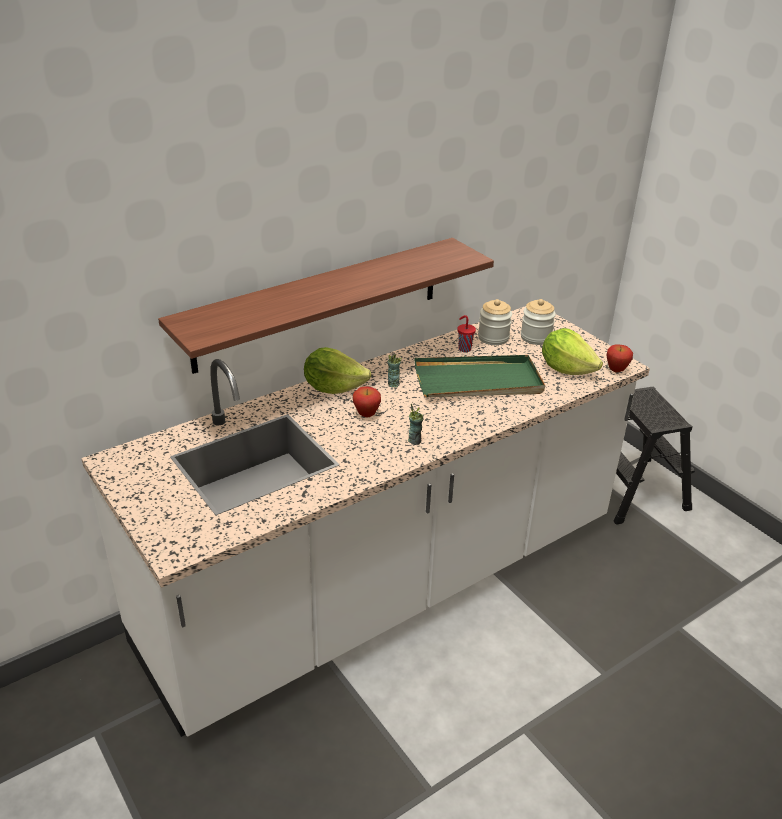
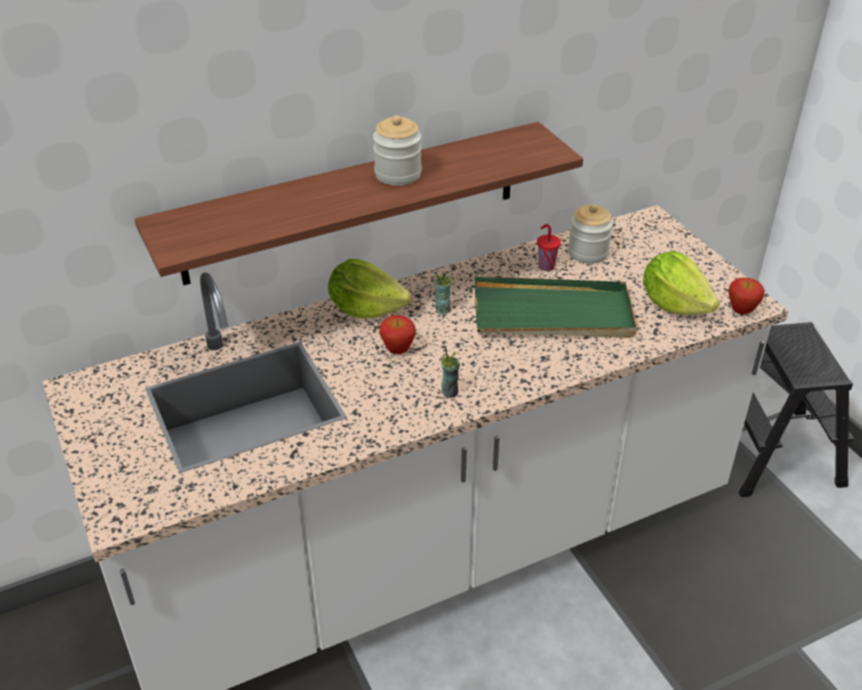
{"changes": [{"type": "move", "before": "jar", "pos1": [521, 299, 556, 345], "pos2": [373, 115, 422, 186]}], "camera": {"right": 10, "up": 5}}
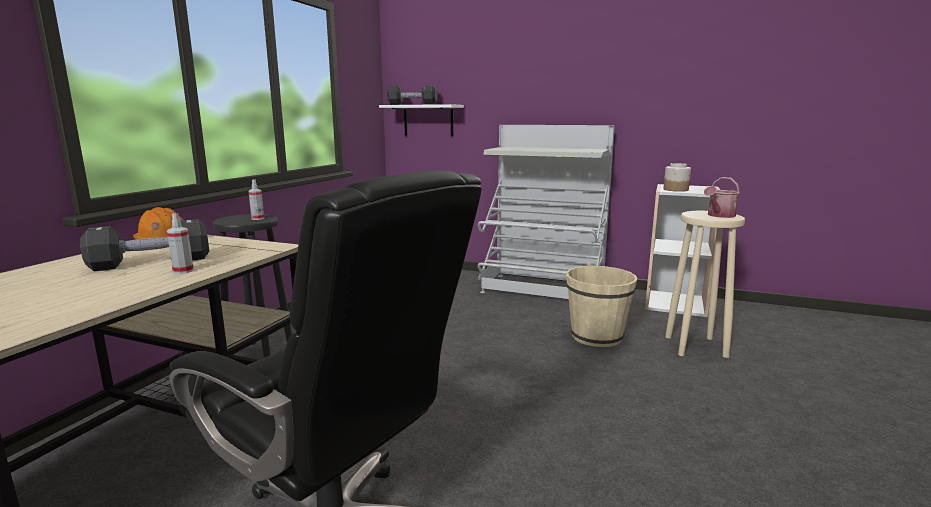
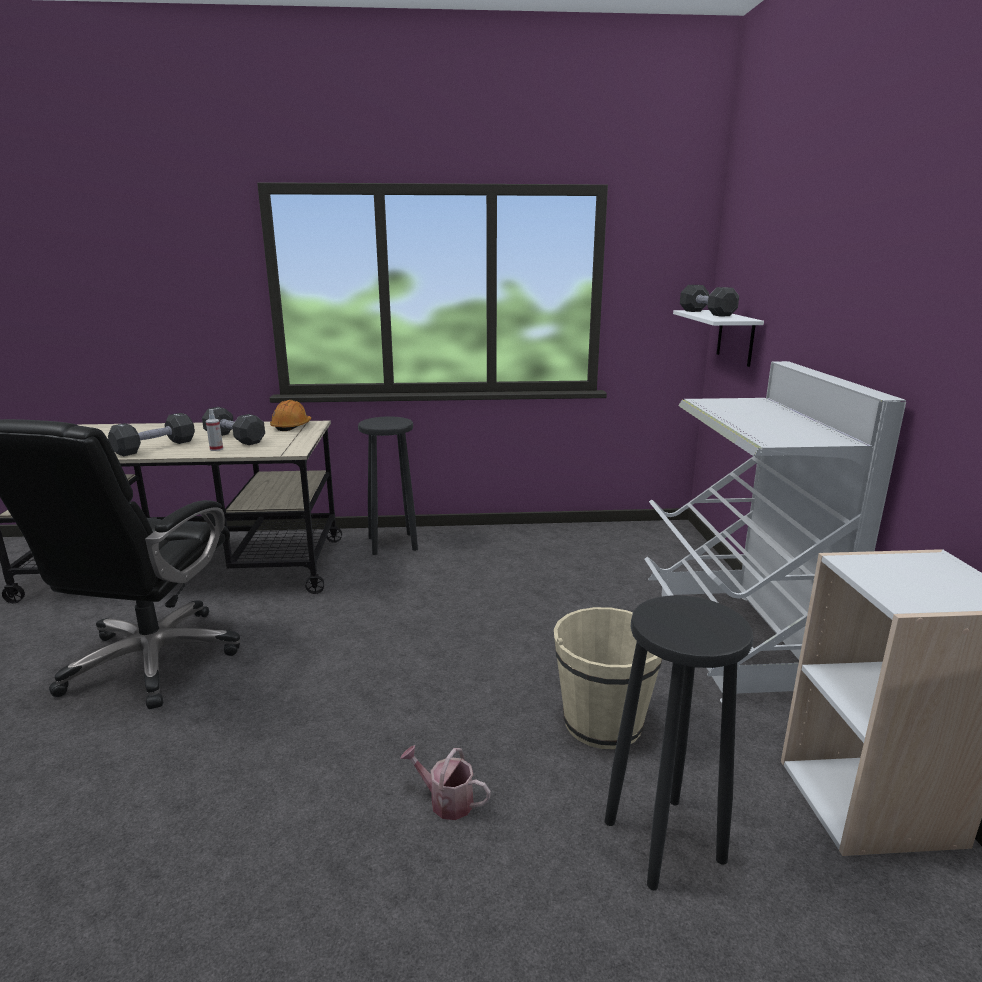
{"changes": [{"type": "delete", "before": "spray bottle", "pos1": [248, 179, 264, 220]}, {"type": "delete", "before": "jar", "pos1": [663, 163, 691, 192]}, {"type": "recolor", "before": "stool in beige", "after": "stool in black", "pos1": [665, 211, 745, 358], "pos2": [605, 595, 753, 890]}, {"type": "move", "before": "watering can", "pos1": [704, 177, 740, 218], "pos2": [400, 745, 491, 820]}, {"type": "insert", "after": "dumbbell in black", "pos2": [108, 413, 195, 456]}], "camera": {"right": 65, "up": 5}}
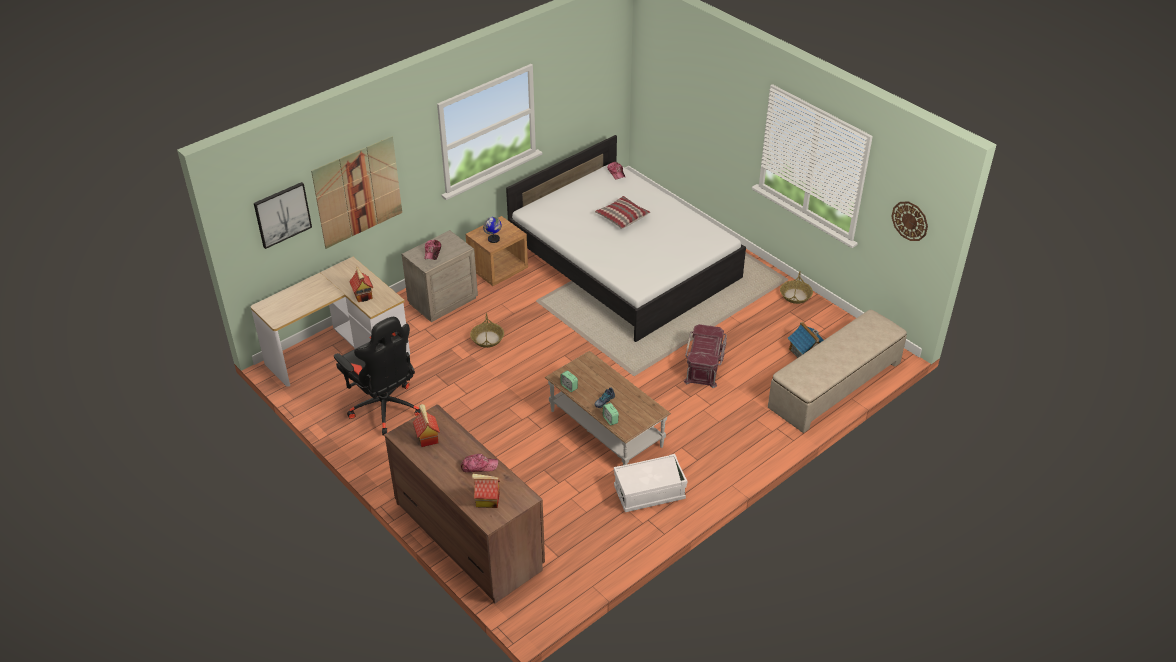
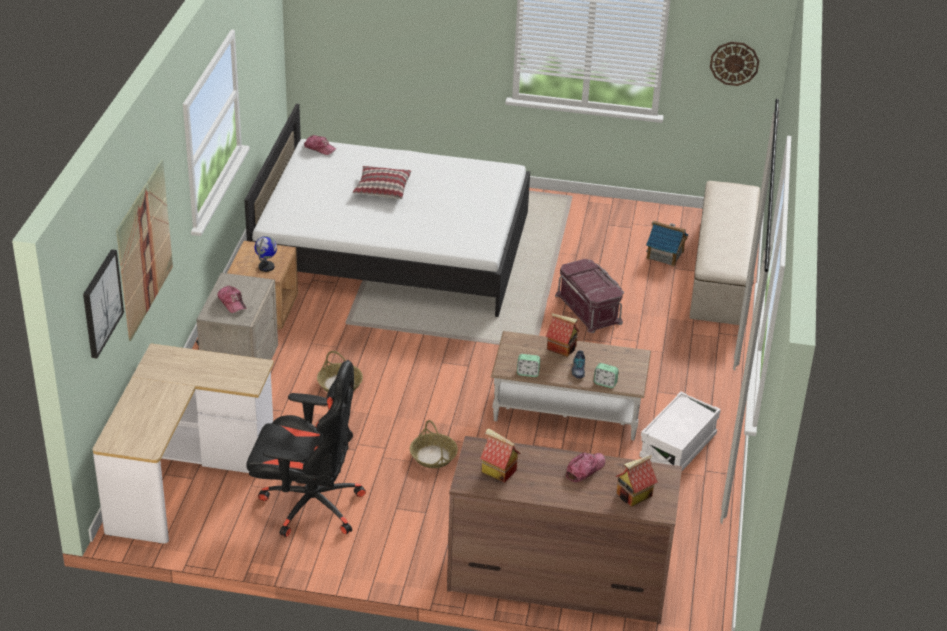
{"changes": [{"type": "move", "before": "toy house", "pos1": [349, 267, 373, 302], "pos2": [546, 313, 579, 357]}, {"type": "move", "before": "basket", "pos1": [780, 271, 813, 304], "pos2": [410, 420, 458, 468]}], "camera": {"right": -40, "up": -5}}
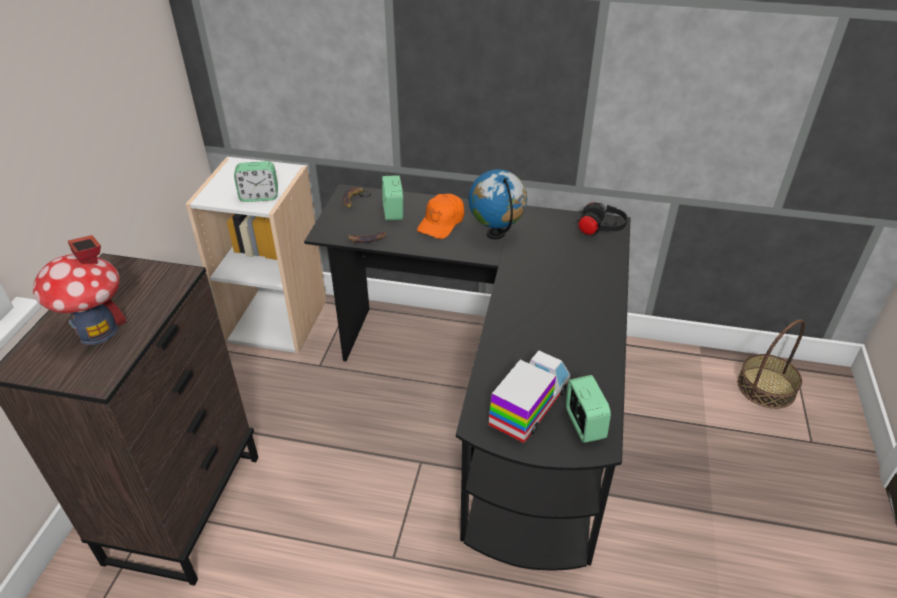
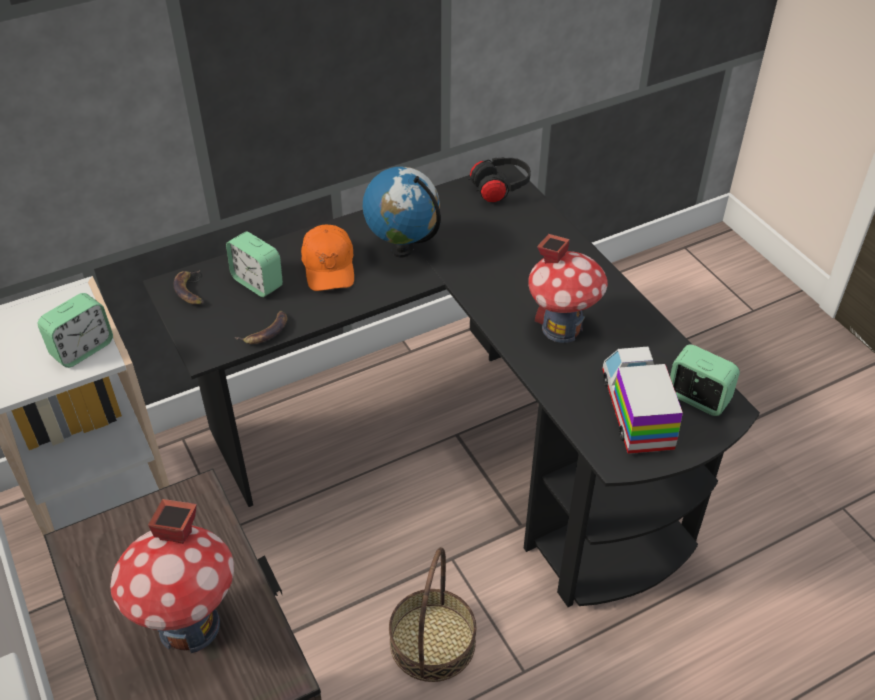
{"changes": [{"type": "move", "before": "basket", "pos1": [737, 319, 805, 409], "pos2": [389, 547, 476, 682]}, {"type": "insert", "after": "toy house", "pos2": [528, 234, 608, 343]}], "camera": {"right": -40, "up": 5}}
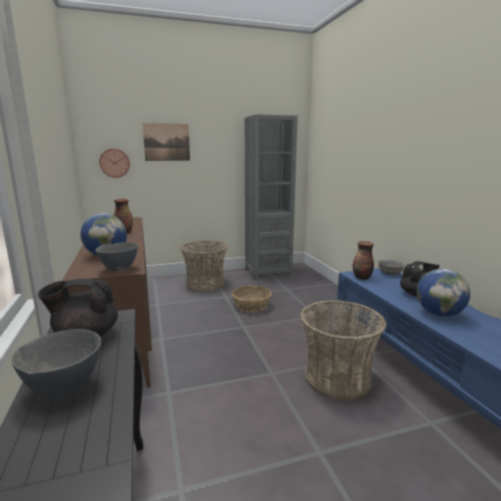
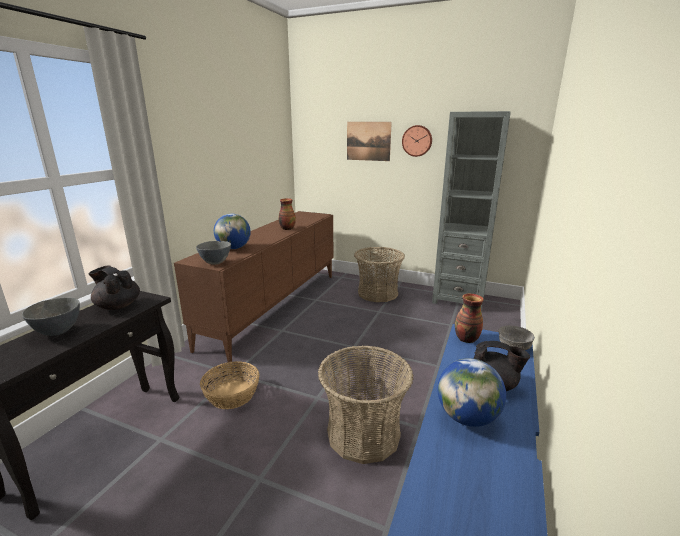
{"changes": [{"type": "move", "before": "wall clock", "pos1": [99, 149, 130, 178], "pos2": [402, 125, 432, 157]}, {"type": "move", "before": "basket", "pos1": [232, 285, 272, 312], "pos2": [200, 361, 259, 409]}], "camera": {"right": 40, "up": 5}}
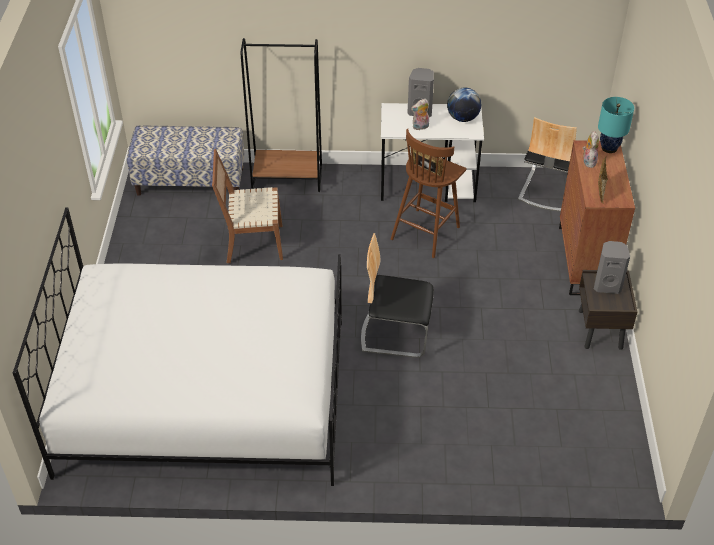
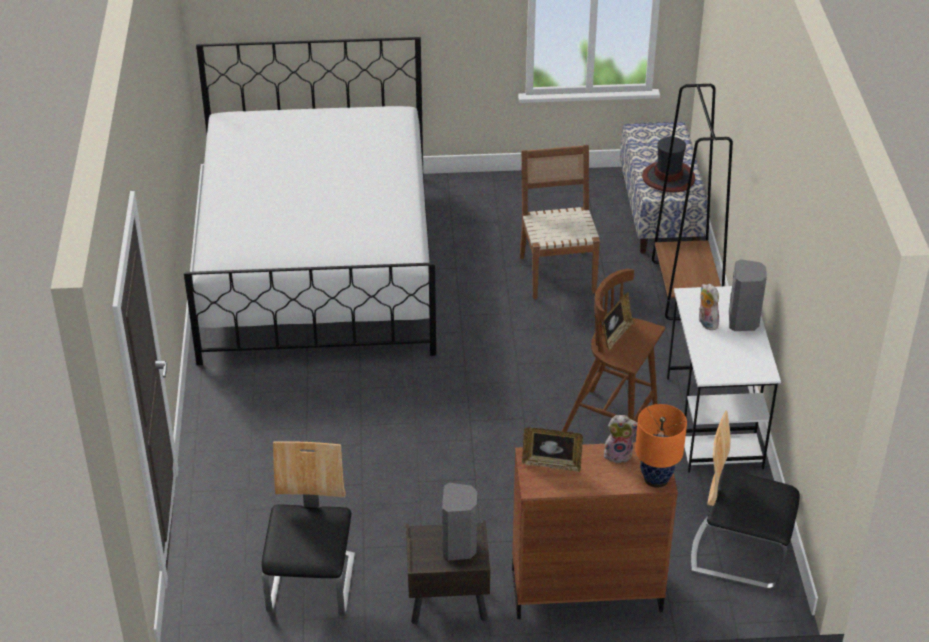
{"changes": [{"type": "move", "before": "chair", "pos1": [361, 233, 434, 358], "pos2": [262, 441, 355, 616]}, {"type": "delete", "before": "globe", "pos1": [447, 88, 481, 122]}, {"type": "recolor", "before": "table lamp in turquoise", "after": "table lamp in orange", "pos1": [598, 97, 634, 153], "pos2": [635, 404, 687, 487]}, {"type": "insert", "after": "hat", "pos2": [642, 137, 695, 192]}], "camera": {"right": 85, "up": -5}}
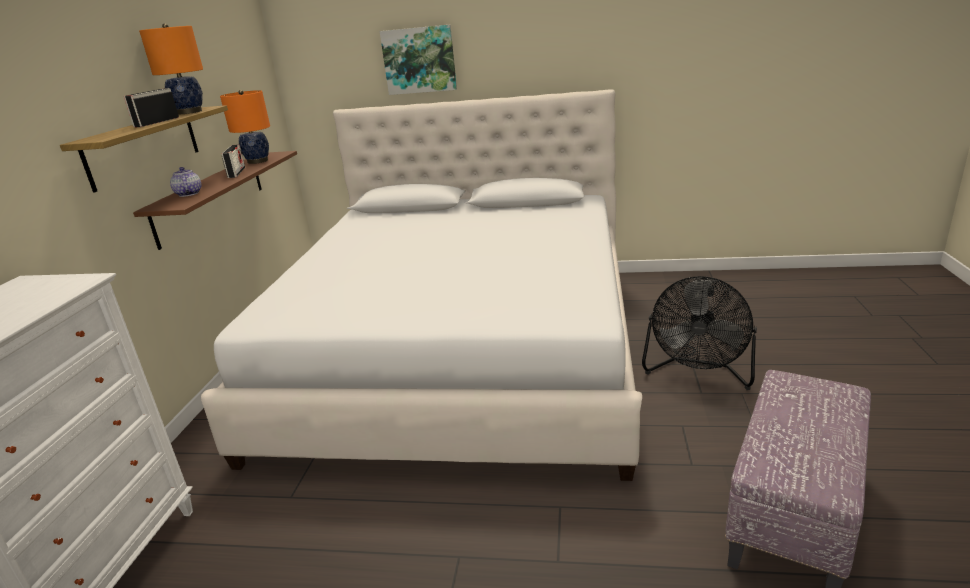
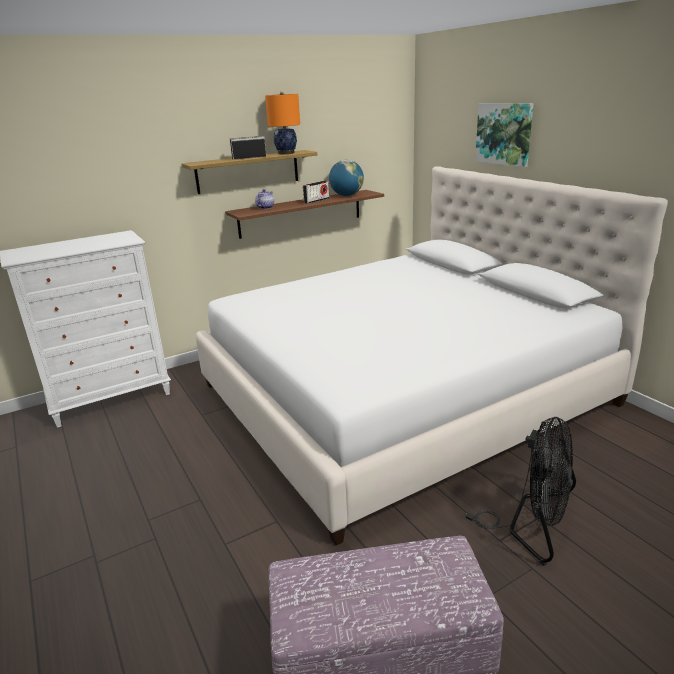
{"changes": [{"type": "replace", "before": "table lamp in orange", "after": "globe", "pos1": [220, 90, 270, 164], "pos2": [329, 160, 364, 196]}, {"type": "rotate", "before": "fan in black", "pos1": [642, 276, 757, 390], "pos2": [466, 417, 576, 566], "turn": -135}], "camera": {"right": 50, "up": 0}}
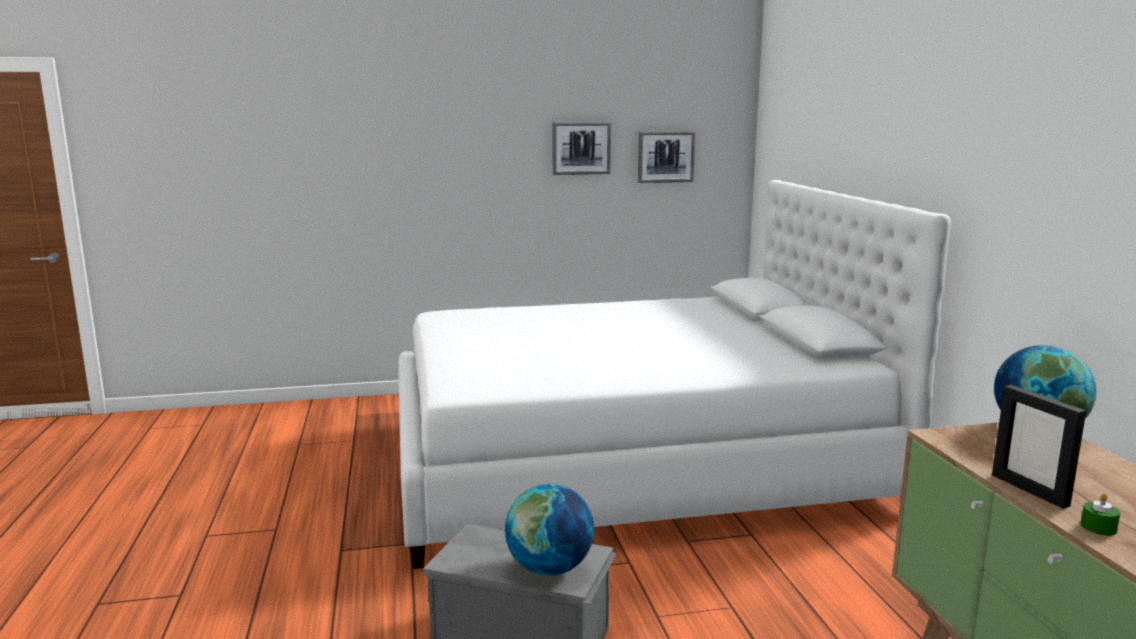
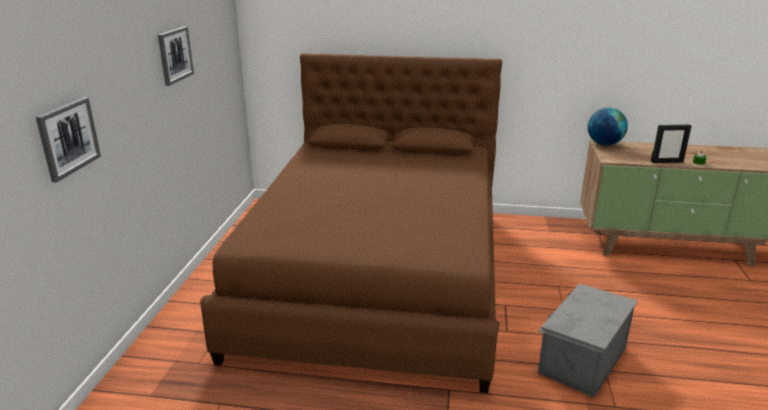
{"changes": [{"type": "recolor", "before": "bed in white", "after": "bed in brown", "pos1": [398, 180, 951, 569], "pos2": [200, 53, 502, 393]}, {"type": "delete", "before": "globe", "pos1": [505, 484, 594, 576]}, {"type": "move", "before": "picture", "pos1": [638, 131, 695, 183], "pos2": [36, 97, 101, 182]}], "camera": {"right": -70, "up": 10}}
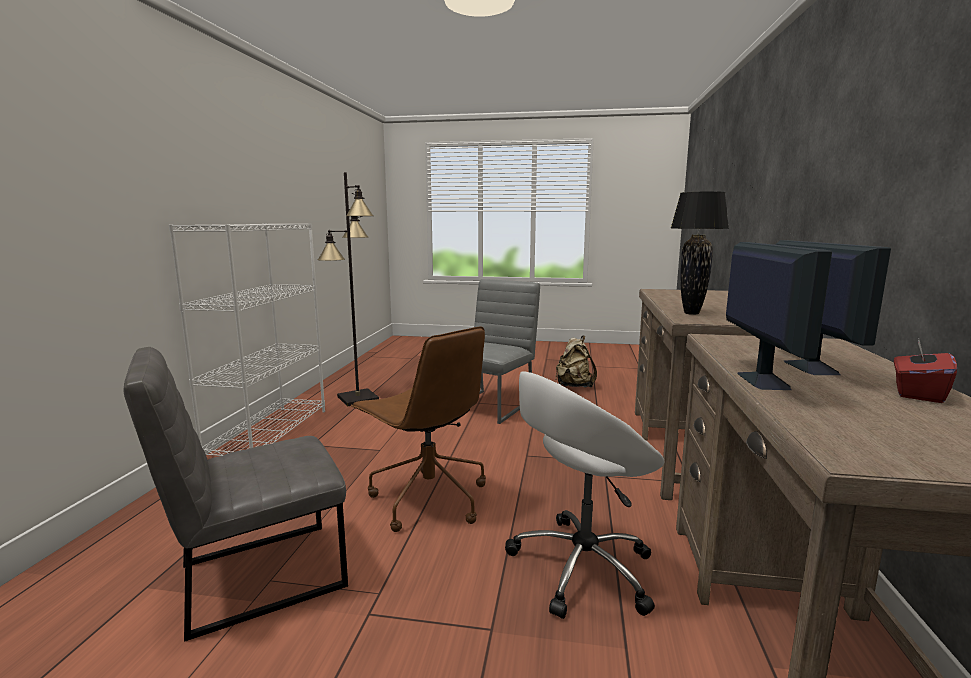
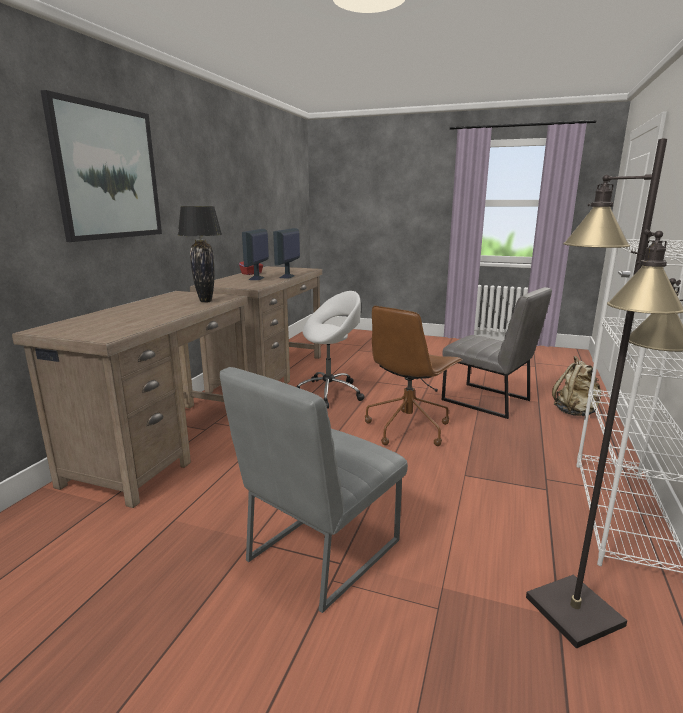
{"changes": [{"type": "rotate", "before": "chair in grey", "pos1": [123, 347, 348, 642], "pos2": [442, 287, 552, 419], "turn": 60}, {"type": "rotate", "before": "office chair in brown", "pos1": [351, 327, 486, 532], "pos2": [365, 306, 463, 446], "turn": -105}, {"type": "move", "before": "backpack in beige", "pos1": [555, 335, 597, 387], "pos2": [552, 356, 601, 416]}, {"type": "insert", "after": "picture", "pos2": [40, 90, 162, 242]}], "camera": {"right": -170, "up": 5}}
